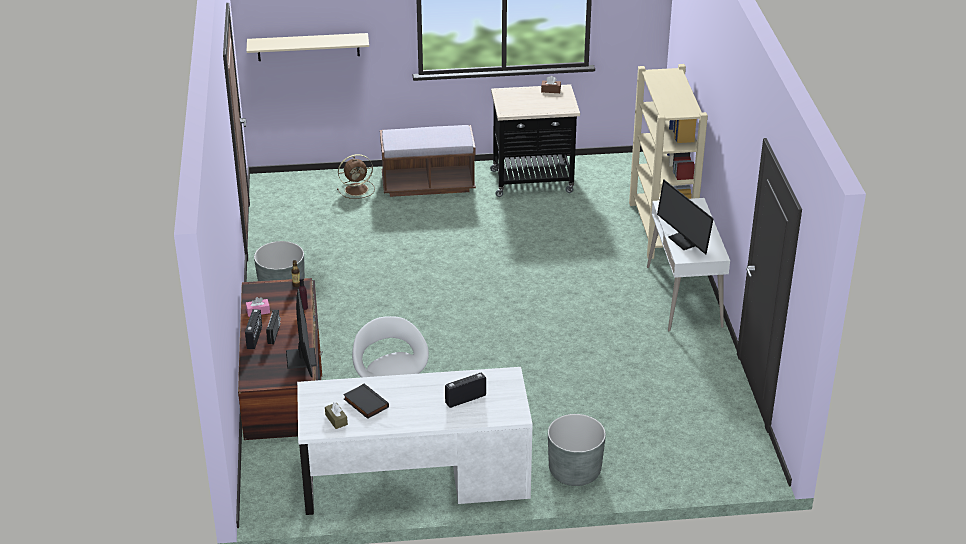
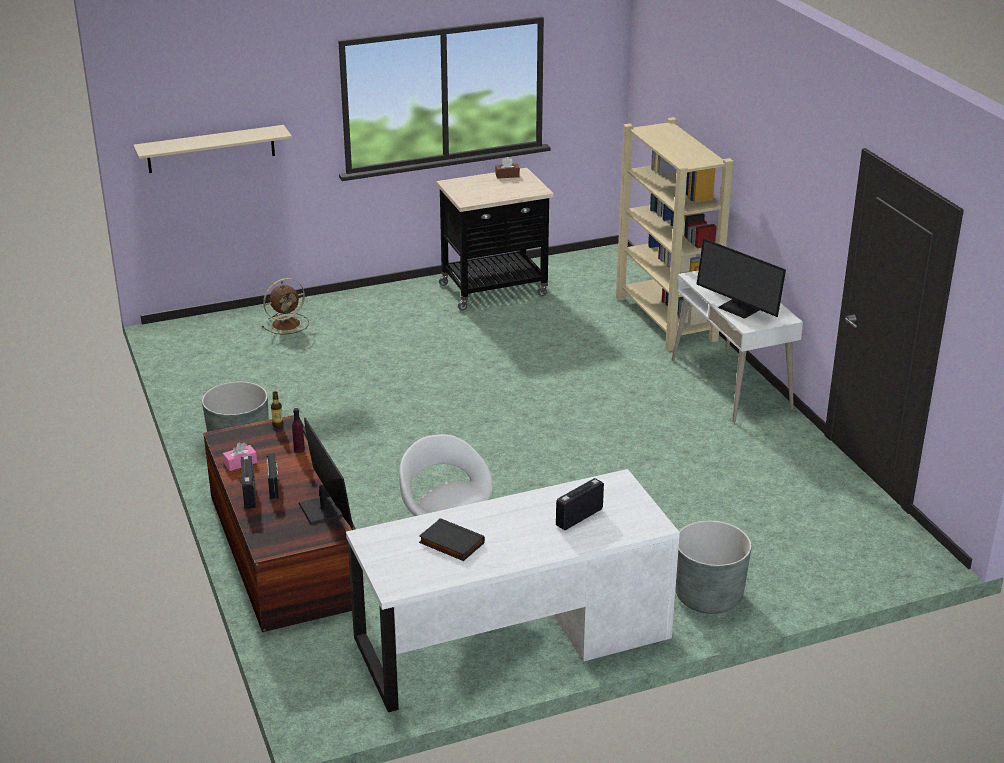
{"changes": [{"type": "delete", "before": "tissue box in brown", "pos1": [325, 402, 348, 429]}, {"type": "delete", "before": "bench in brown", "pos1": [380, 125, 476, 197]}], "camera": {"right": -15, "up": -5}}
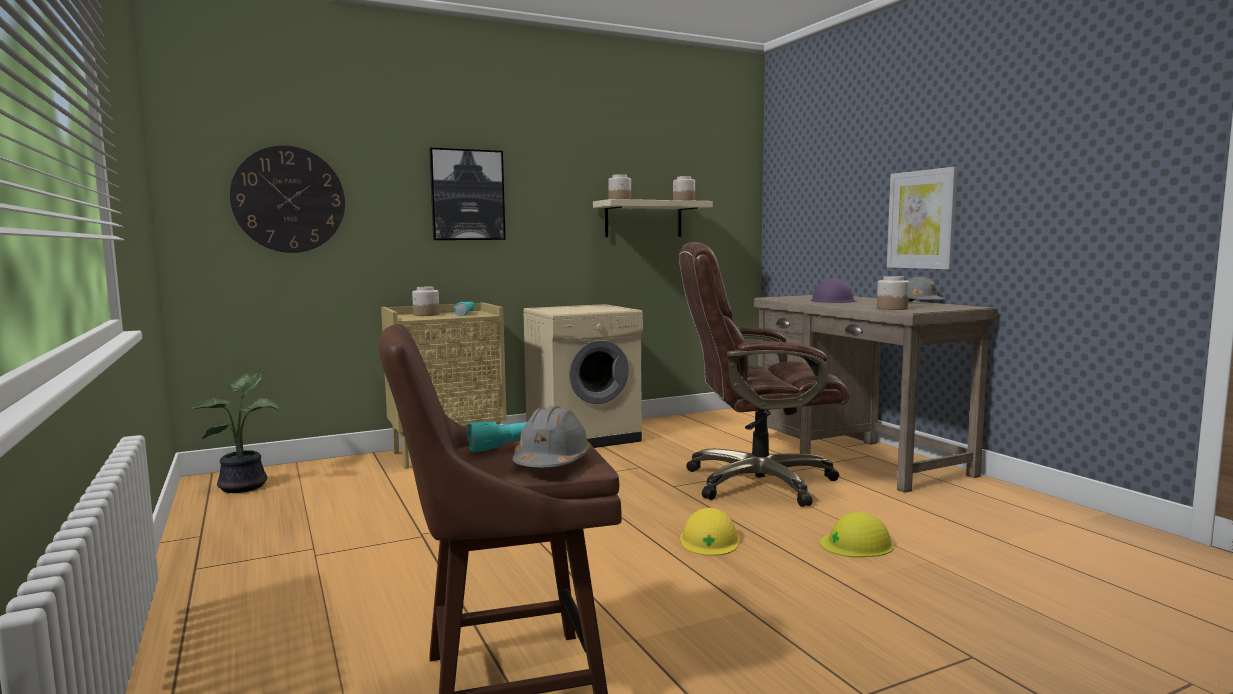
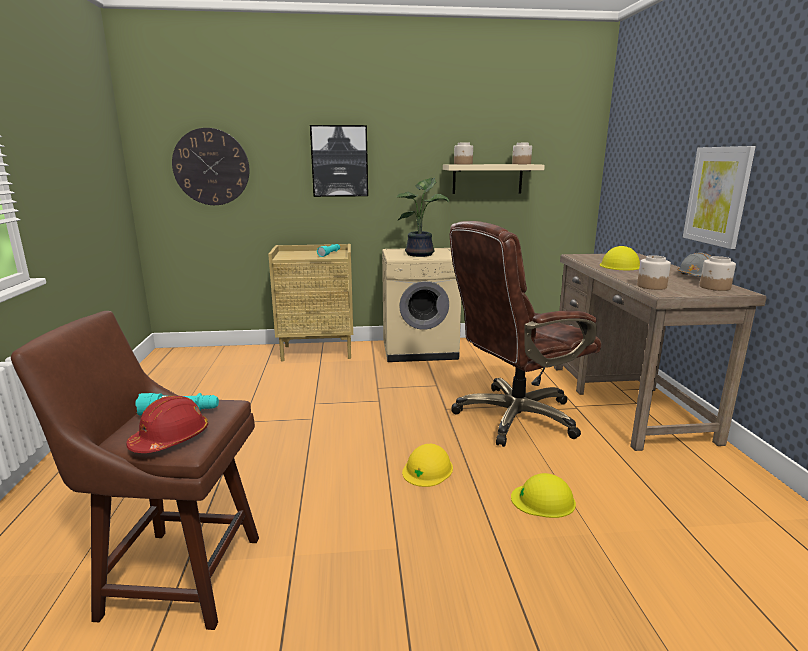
{"changes": [{"type": "move", "before": "potted plant", "pos1": [191, 369, 280, 493], "pos2": [396, 177, 449, 257]}, {"type": "move", "before": "jar", "pos1": [412, 287, 440, 316], "pos2": [700, 256, 736, 291]}, {"type": "recolor", "before": "hard hat in grey", "after": "hard hat in red", "pos1": [512, 405, 591, 467], "pos2": [126, 396, 208, 453]}, {"type": "rotate", "before": "office chair in brown", "pos1": [678, 242, 849, 507], "pos2": [450, 221, 601, 447], "turn": -45}, {"type": "recolor", "before": "hard hat in purple", "after": "hard hat in yellow", "pos1": [810, 278, 855, 303], "pos2": [600, 246, 640, 270]}], "camera": {"right": 20, "up": 10}}
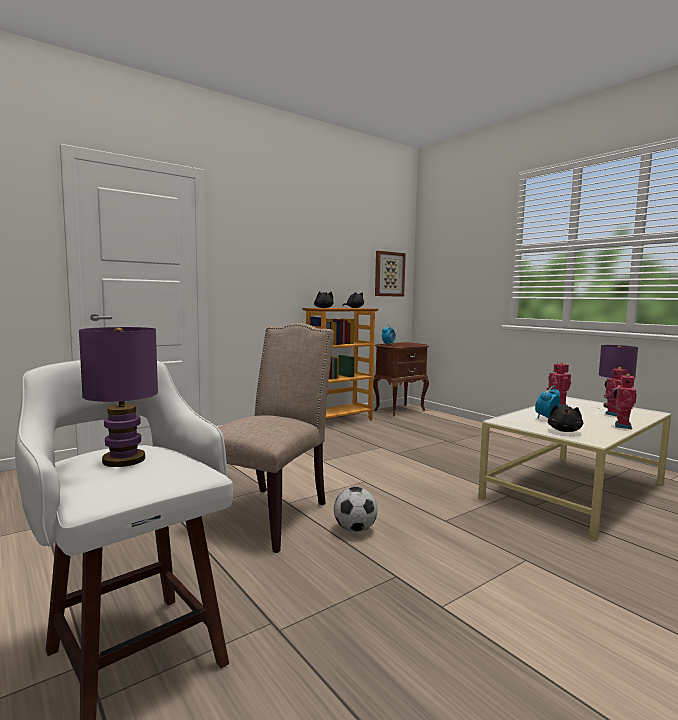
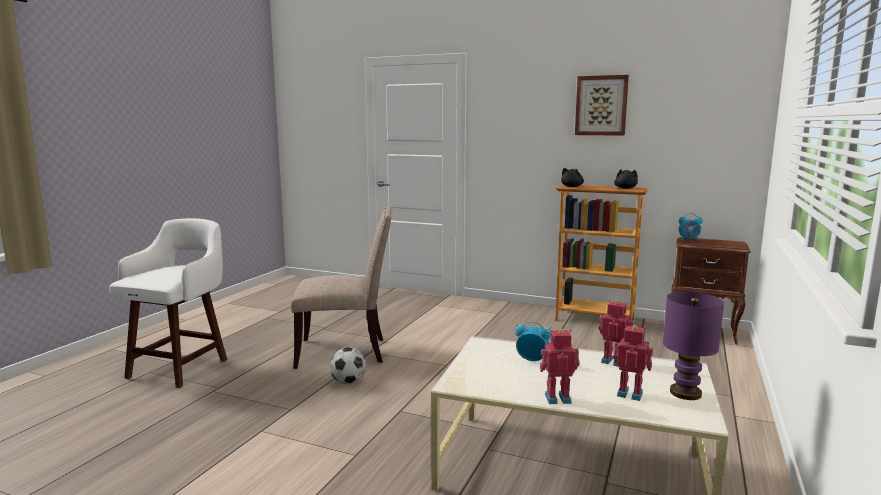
{"changes": [{"type": "delete", "before": "table lamp in purple", "pos1": [79, 327, 158, 467]}, {"type": "move", "before": "picture", "pos1": [375, 251, 406, 297], "pos2": [575, 75, 629, 136]}, {"type": "delete", "before": "plush toy in black", "pos1": [548, 404, 583, 432]}], "camera": {"right": 60, "up": 5}}
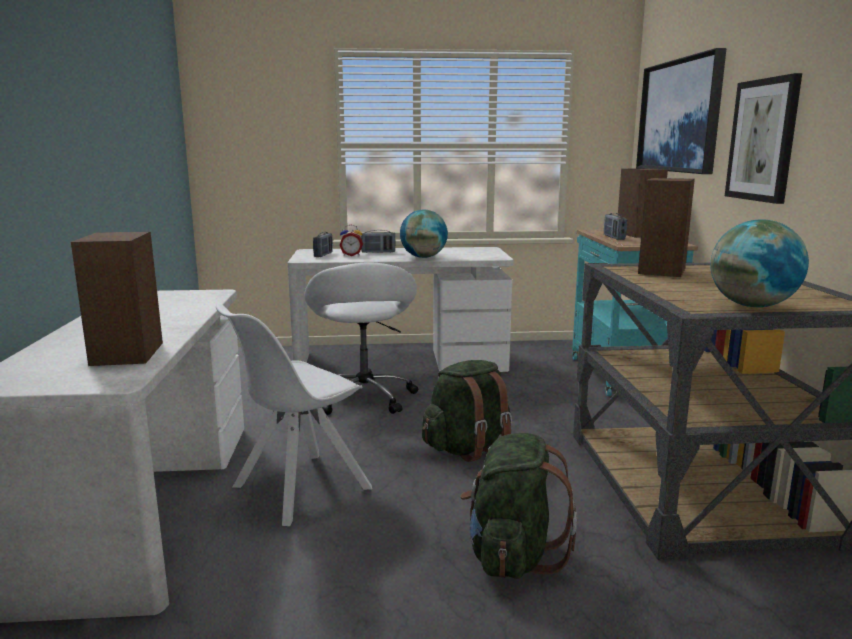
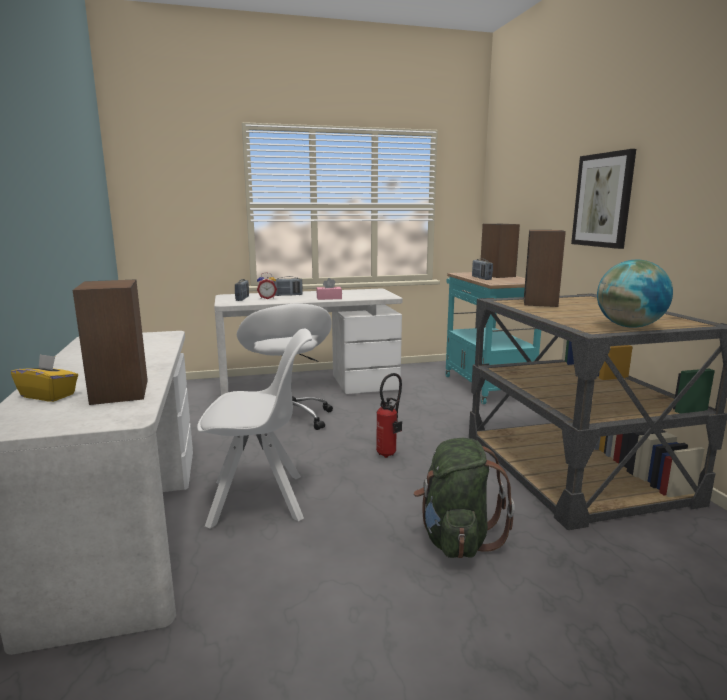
{"changes": [{"type": "rotate", "before": "chair in white", "pos1": [216, 304, 372, 526], "pos2": [197, 329, 312, 528], "turn": -135}, {"type": "replace", "before": "globe", "after": "tissue box in pink", "pos1": [400, 210, 448, 258], "pos2": [316, 278, 342, 300]}, {"type": "replace", "before": "backpack in green", "after": "fire extinguisher", "pos1": [422, 360, 512, 462], "pos2": [376, 373, 402, 458]}, {"type": "delete", "before": "picture", "pos1": [636, 48, 726, 174]}, {"type": "insert", "after": "tissue box in yellow", "pos2": [11, 354, 78, 402]}], "camera": {"right": -10, "up": 0}}
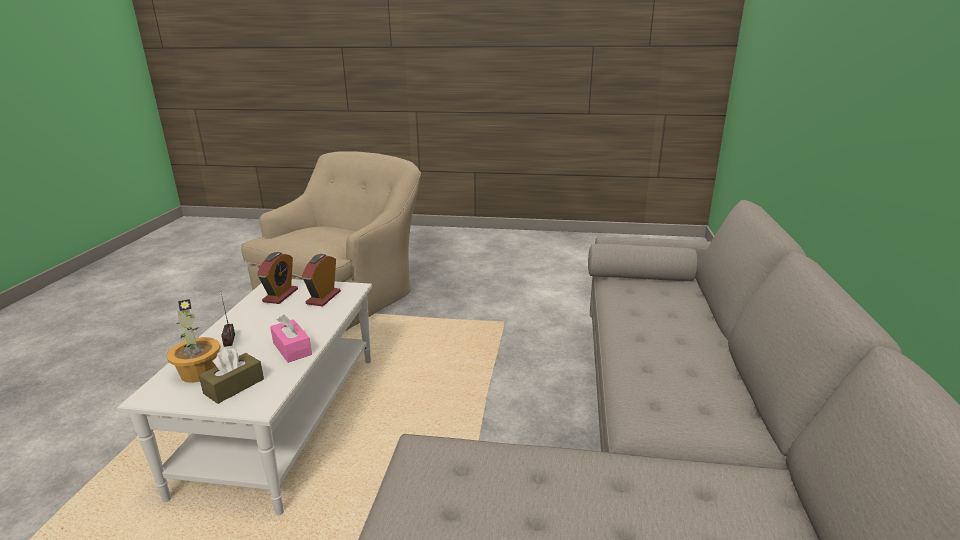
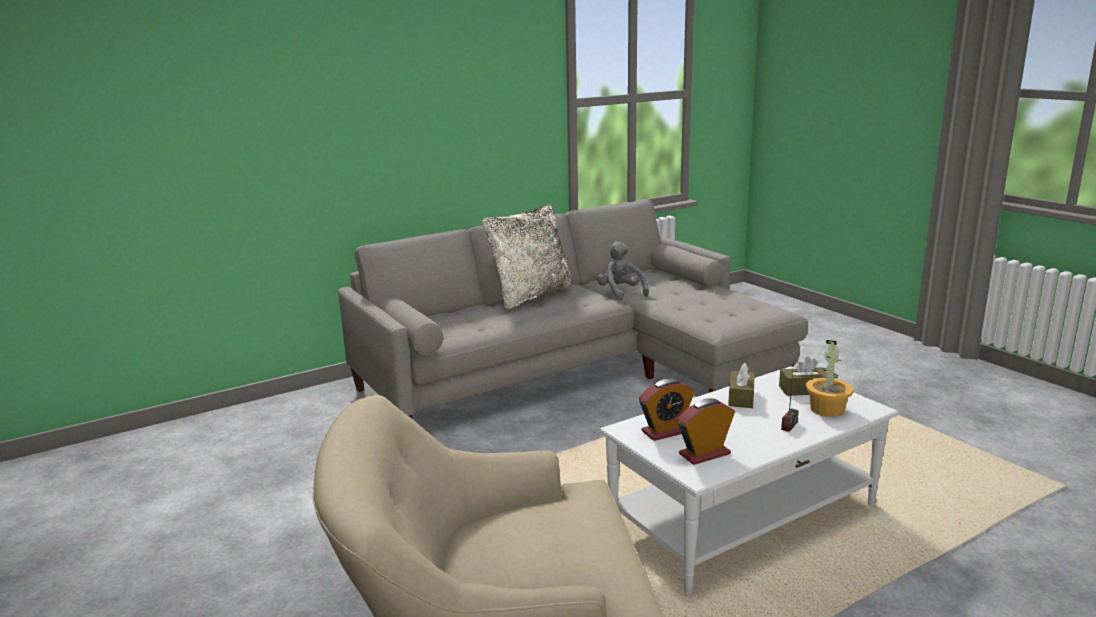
{"changes": [{"type": "recolor", "before": "tissue box in pink", "after": "tissue box in brown", "pos1": [270, 315, 312, 363], "pos2": [728, 363, 755, 408]}, {"type": "insert", "after": "pillow in beige", "pos2": [483, 204, 572, 309]}, {"type": "insert", "after": "plush toy in grey", "pos2": [597, 241, 649, 300]}], "camera": {"right": -130, "up": -5}}
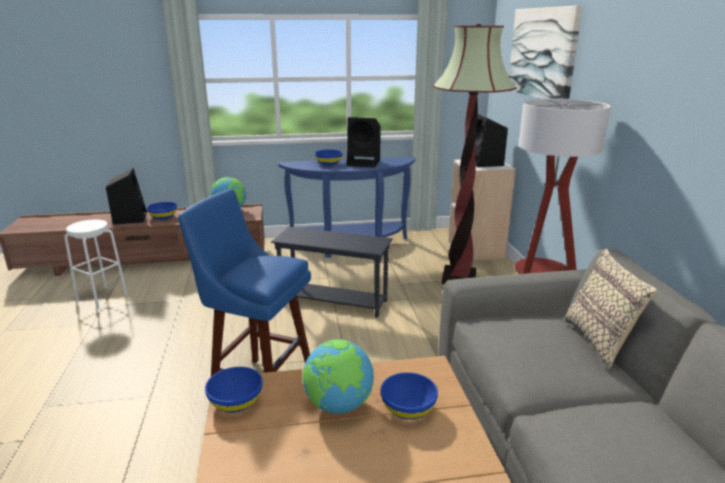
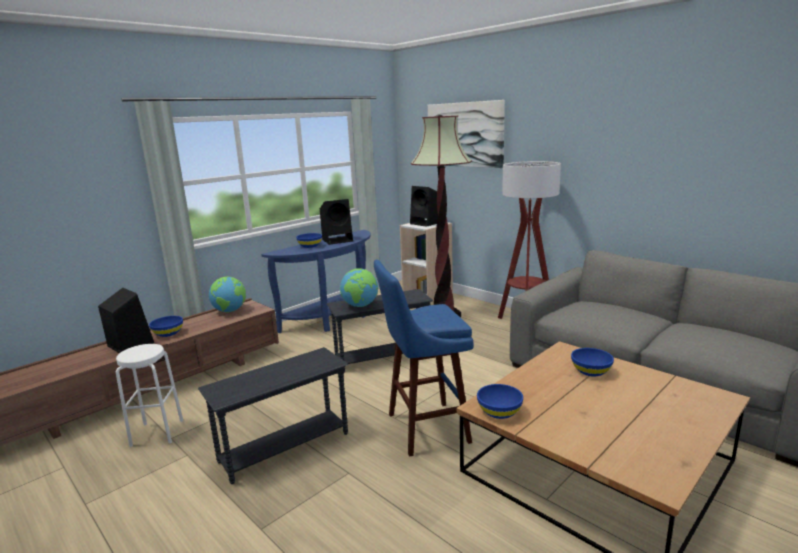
{"changes": [{"type": "move", "before": "globe", "pos1": [302, 339, 374, 414], "pos2": [340, 269, 378, 307]}, {"type": "delete", "before": "pillow in beige", "pos1": [564, 248, 657, 369]}, {"type": "insert", "after": "side table in grey", "pos2": [198, 347, 348, 484]}], "camera": {"right": -35, "up": -5}}
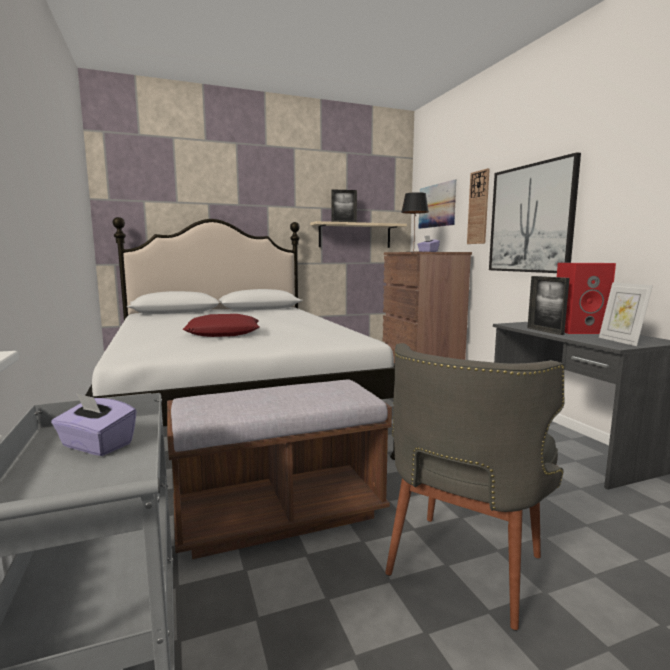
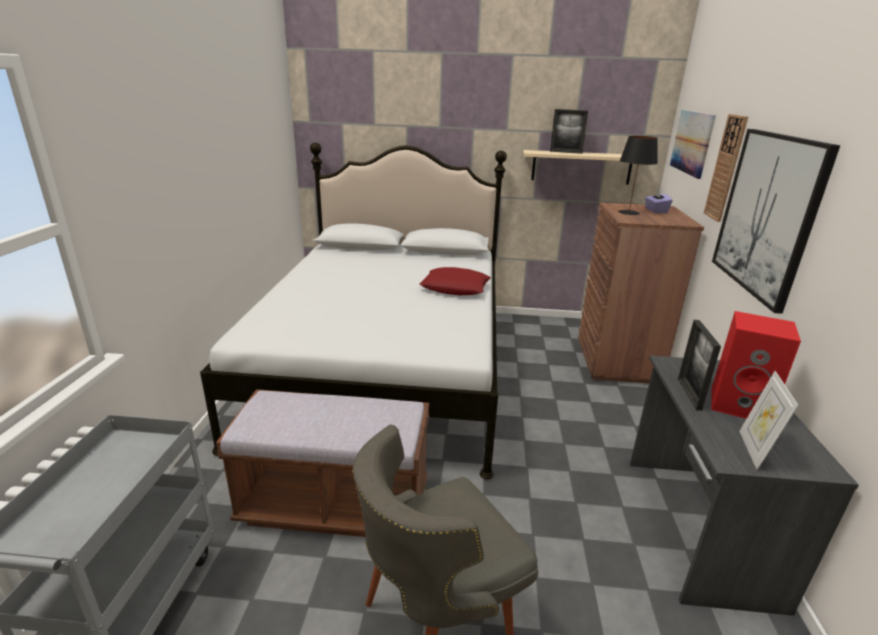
{"changes": [{"type": "delete", "before": "tissue box in purple", "pos1": [51, 392, 137, 456]}, {"type": "move", "before": "pillow in red", "pos1": [183, 314, 259, 337], "pos2": [420, 267, 491, 295]}], "camera": {"right": 25, "up": 15}}
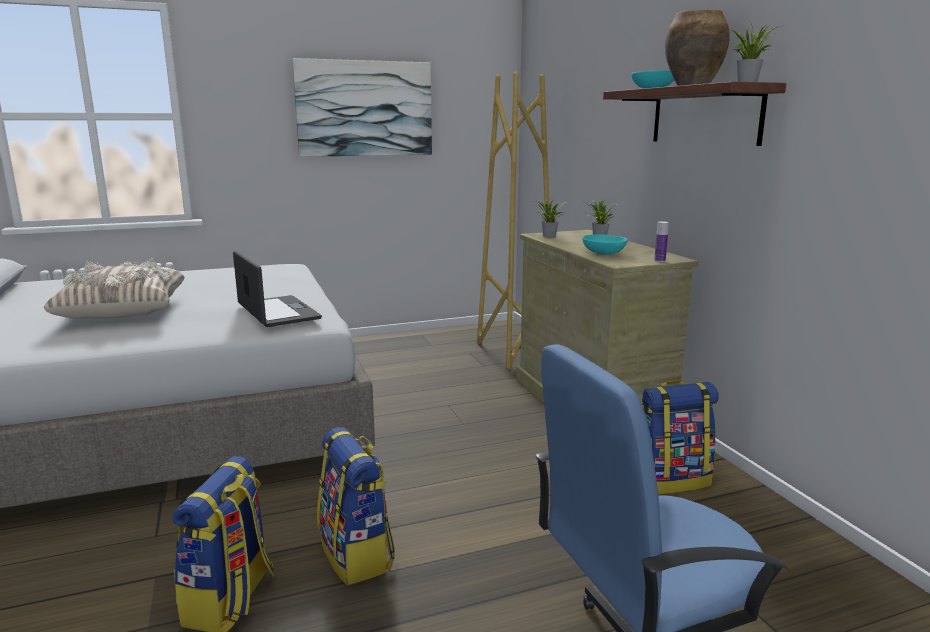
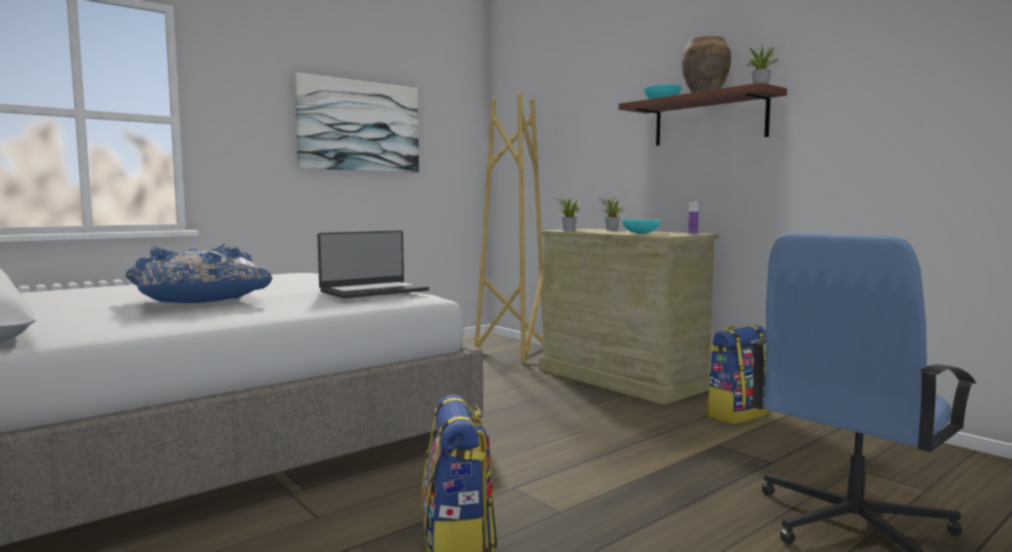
{"changes": [{"type": "recolor", "before": "pillow in beige", "after": "pillow in blue", "pos1": [44, 258, 185, 319], "pos2": [126, 244, 272, 303]}, {"type": "rotate", "before": "laptop", "pos1": [233, 251, 322, 327], "pos2": [317, 230, 429, 298], "turn": 105}, {"type": "delete", "before": "backpack", "pos1": [317, 427, 395, 585]}], "camera": {"right": -20, "up": -10}}
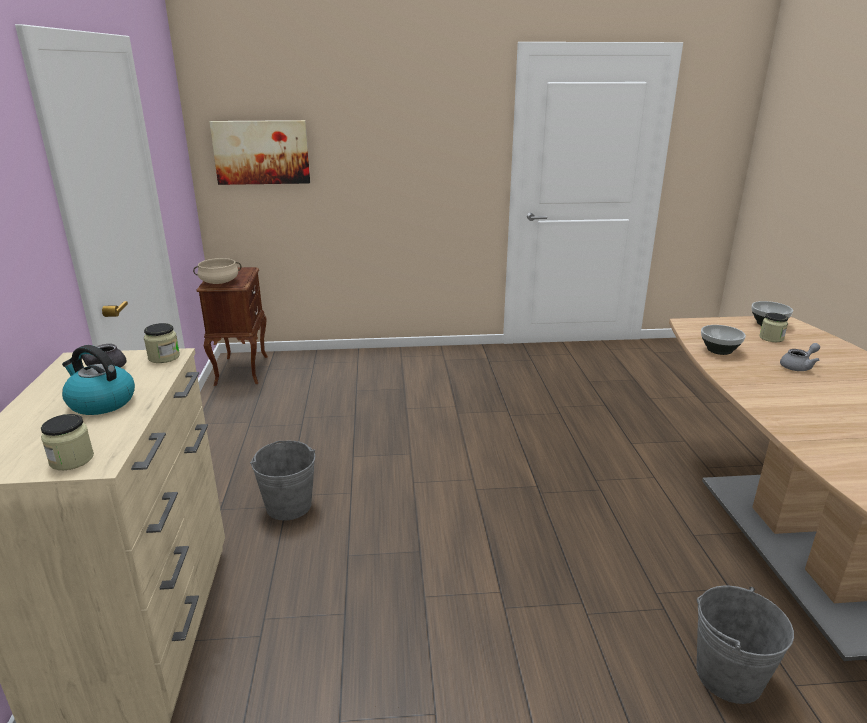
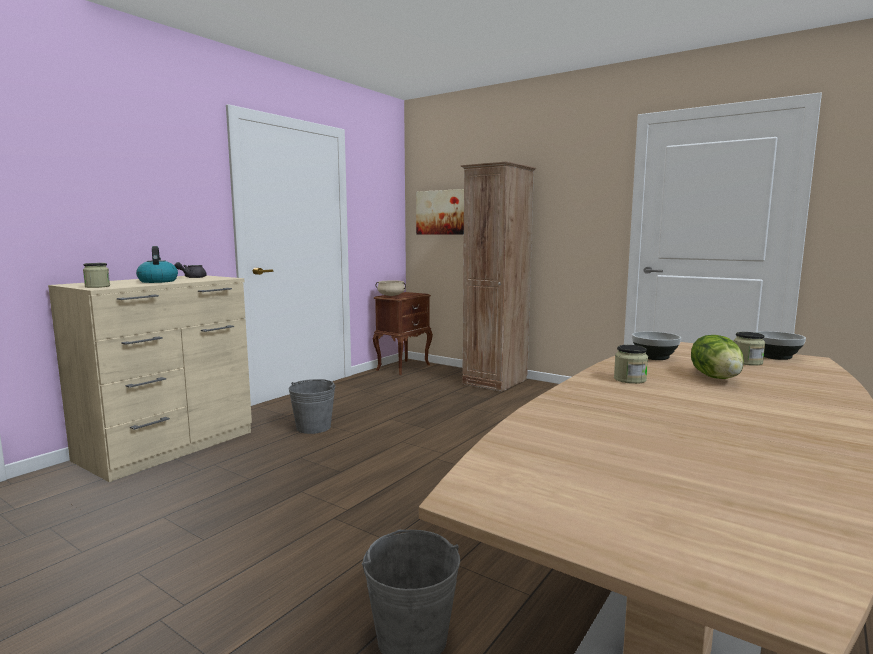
{"changes": [{"type": "move", "before": "jar", "pos1": [144, 323, 180, 363], "pos2": [614, 345, 648, 384]}, {"type": "replace", "before": "teapot in grey", "after": "lettuce", "pos1": [780, 343, 820, 371], "pos2": [691, 335, 744, 379]}, {"type": "insert", "after": "cabinet in brown", "pos2": [461, 162, 536, 392]}], "camera": {"right": 40, "up": -15}}
